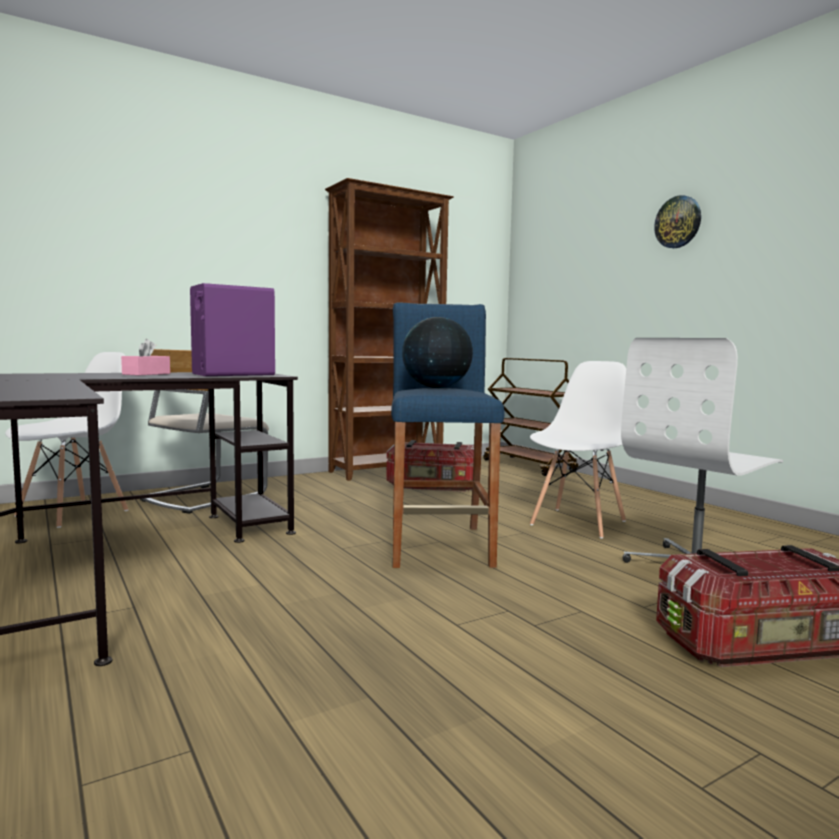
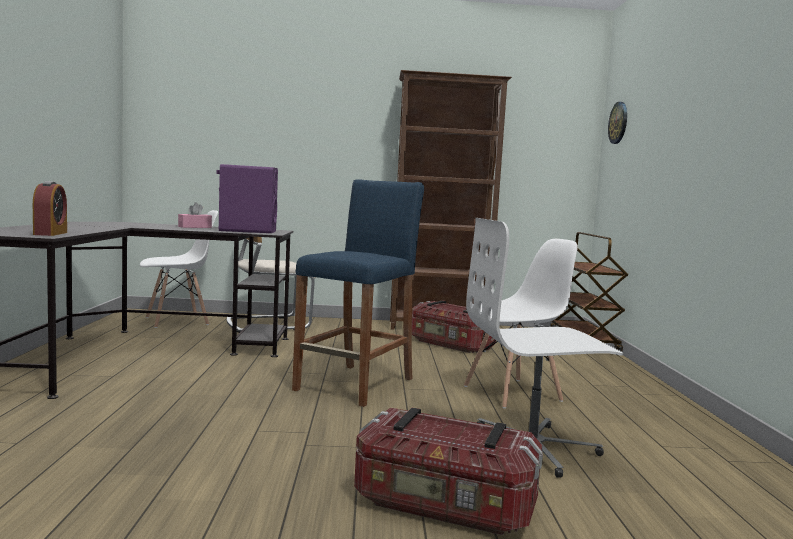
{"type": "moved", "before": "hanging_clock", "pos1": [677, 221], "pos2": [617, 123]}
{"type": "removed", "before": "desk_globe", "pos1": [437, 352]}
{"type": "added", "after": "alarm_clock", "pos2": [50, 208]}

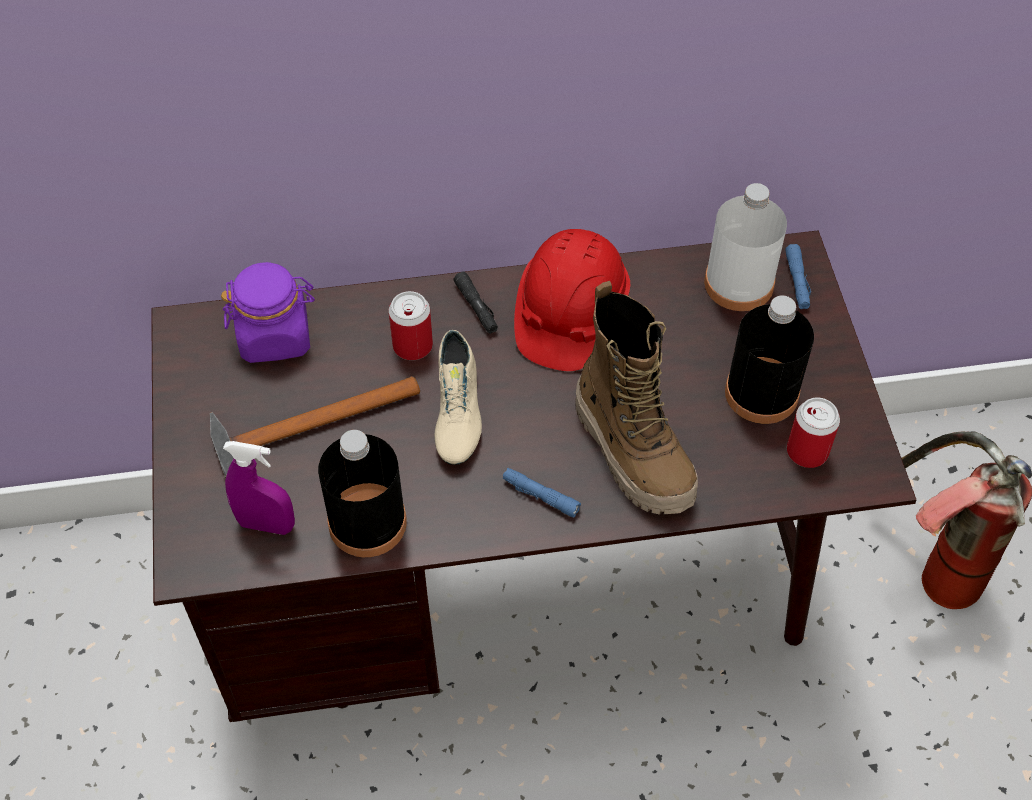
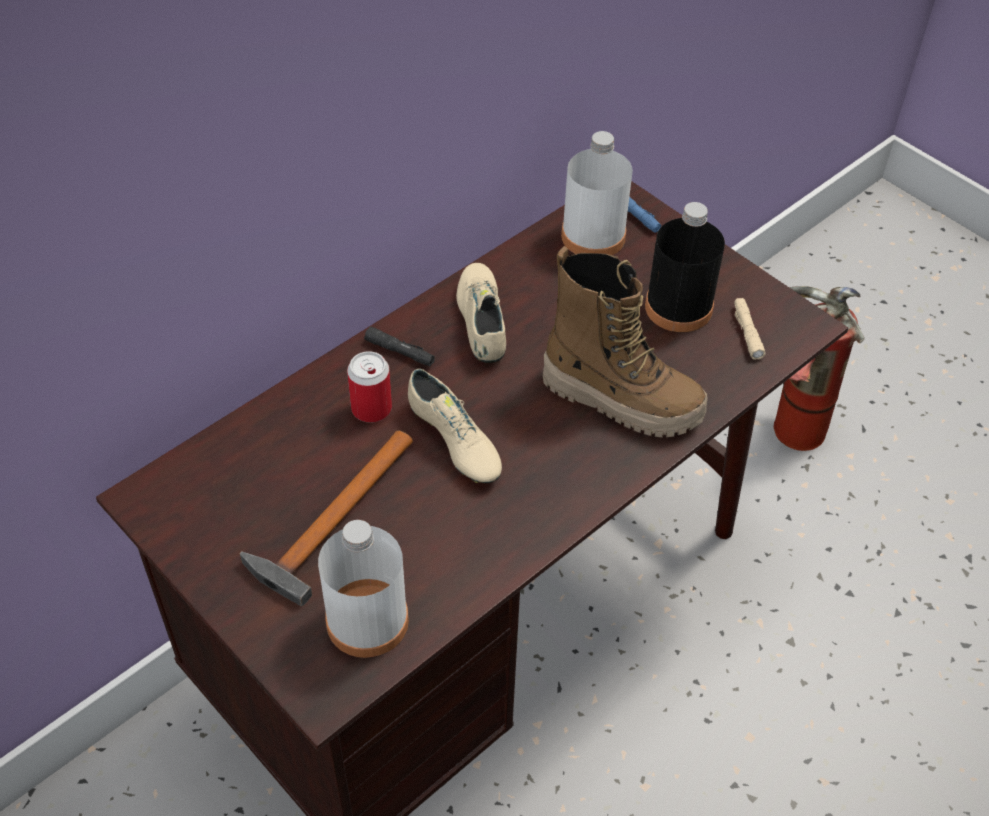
{"type": "replaced", "before": "red_hard_hat", "after": "sand-coloured_low_shoe", "pos1": [572, 300], "pos2": [481, 313]}
{"type": "removed", "before": "purple-coloured_jar", "pos1": [268, 312]}
{"type": "replaced", "before": "can", "after": "sand-coloured_torch", "pos1": [813, 433], "pos2": [750, 329]}
{"type": "removed", "before": "black-coloured_beverage_bottle", "pos1": [362, 493]}
{"type": "replaced", "before": "purple-coloured_sprayer", "after": "white_beverage_bottle", "pos1": [259, 488], "pos2": [363, 589]}
{"type": "removed", "before": "bluish_torch", "pos1": [542, 492]}

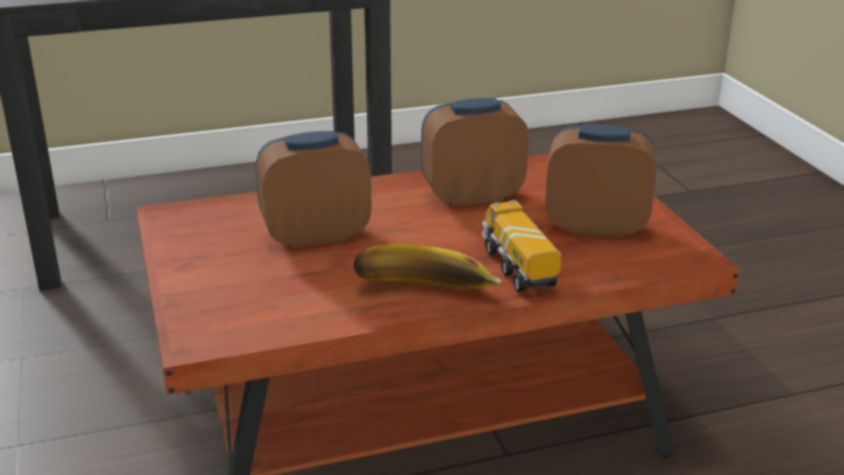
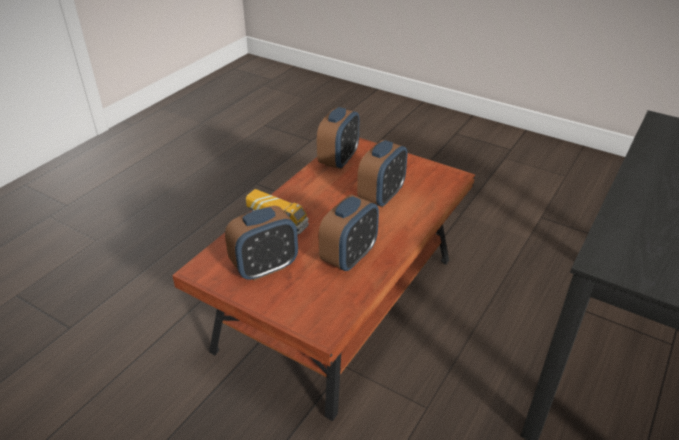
{"type": "removed", "before": "banana", "pos1": [428, 266]}
{"type": "added", "after": "alarm_clock", "pos2": [338, 138]}

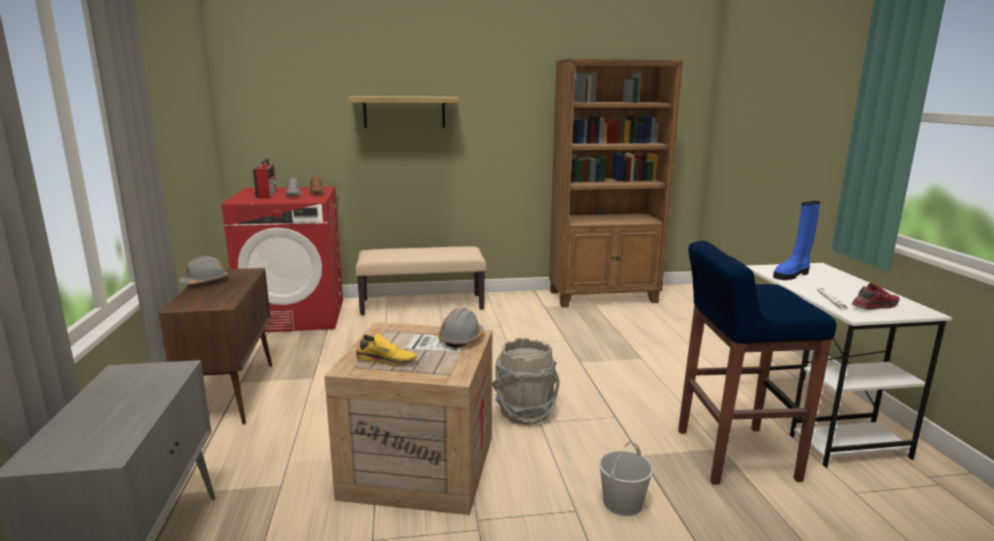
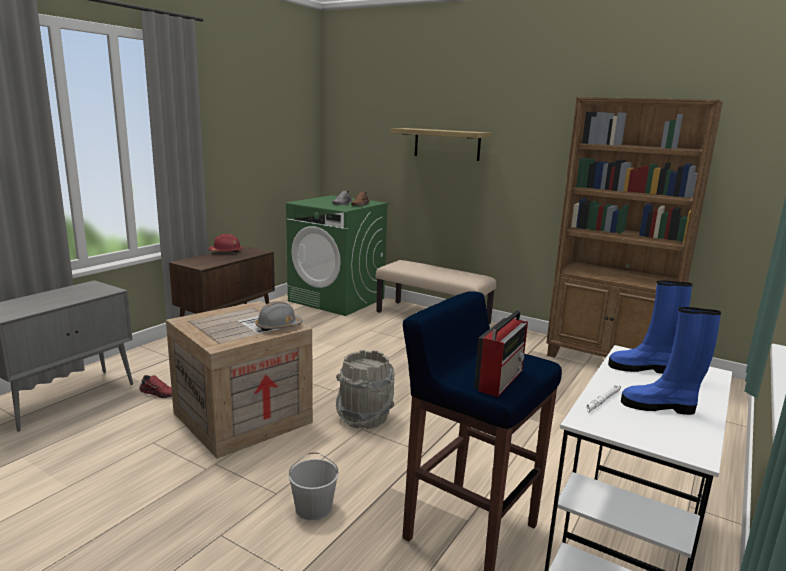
{"type": "moved", "before": "radio", "pos1": [264, 179], "pos2": [501, 353]}
{"type": "recoloured", "before": "red_laundry_appliance", "after": "green_laundry_appliance", "pos1": [282, 259], "pos2": [337, 255]}
{"type": "recoloured", "before": "grey_hard_hat", "after": "red_hard_hat", "pos1": [203, 270], "pos2": [225, 243]}
{"type": "moved", "before": "red_low_shoe", "pos1": [876, 296], "pos2": [155, 386]}
{"type": "removed", "before": "yellow-coloured_low_shoe", "pos1": [386, 350]}
{"type": "added", "after": "bluish_boot", "pos2": [671, 361]}

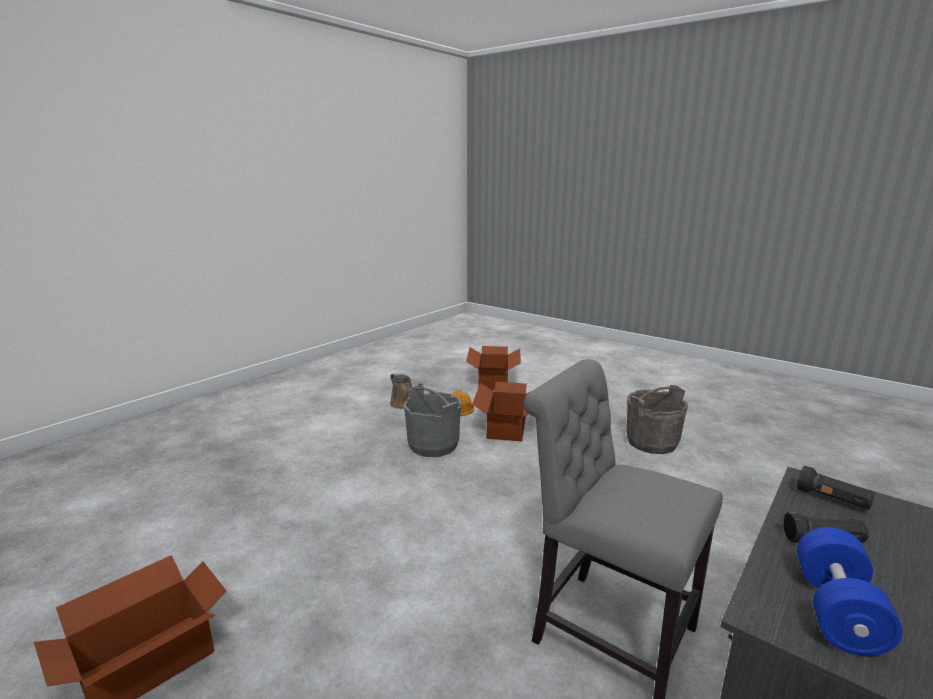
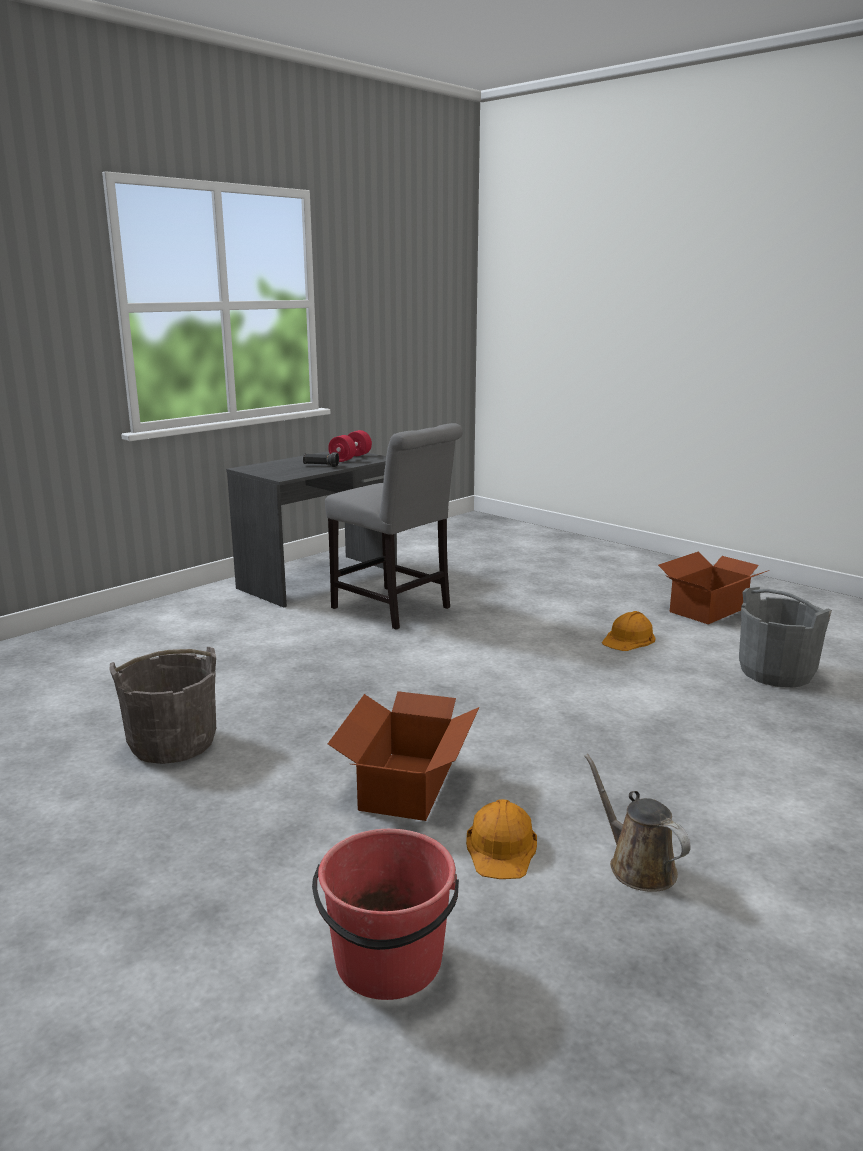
{"type": "replaced", "before": "cardboard_box", "after": "red_pail", "pos1": [493, 368], "pos2": [385, 914]}
{"type": "moved", "before": "grey_pail", "pos1": [432, 421], "pos2": [785, 637]}
{"type": "removed", "before": "black-coloured_torch", "pos1": [836, 488]}
{"type": "recoloured", "before": "bluish_free_weight", "after": "red_free_weight", "pos1": [850, 591], "pos2": [350, 446]}
{"type": "added", "after": "orangey_hard_hat", "pos2": [628, 631]}

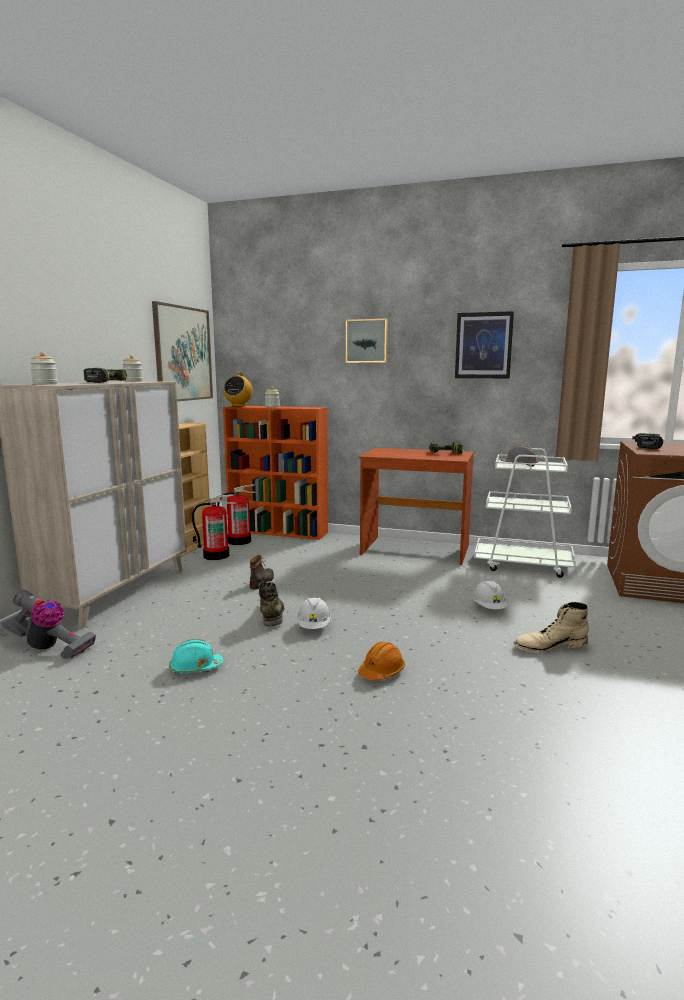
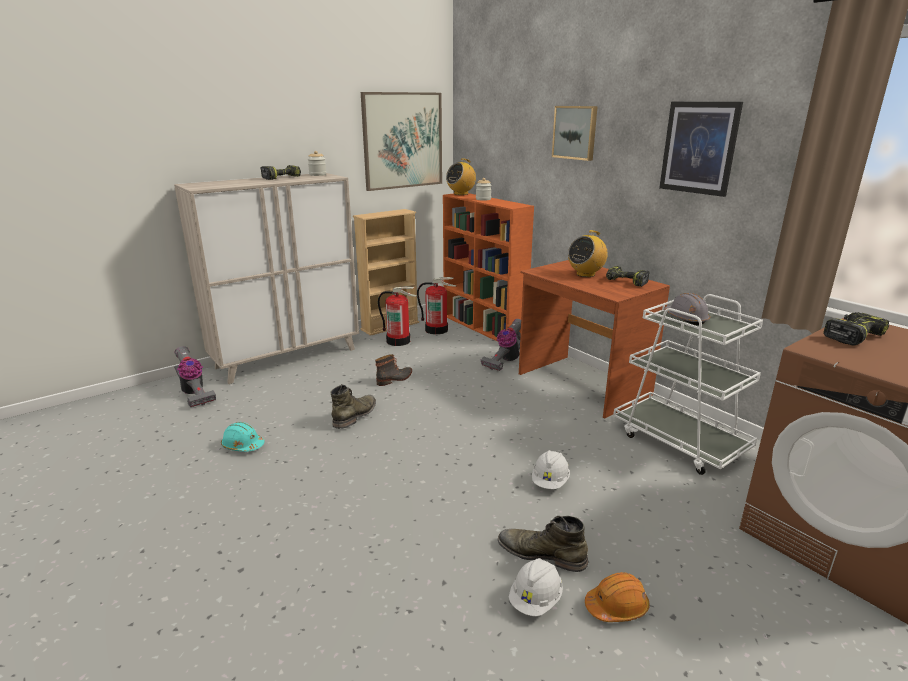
{"type": "removed", "before": "jar", "pos1": [44, 368]}
{"type": "moved", "before": "white_hard_hat", "pos1": [314, 613], "pos2": [536, 587]}
{"type": "recoloured", "before": "sand-coloured_boot", "after": "green_boot", "pos1": [551, 627], "pos2": [543, 544]}
{"type": "moved", "before": "orangey_hard_hat", "pos1": [381, 661], "pos2": [617, 597]}
{"type": "added", "after": "radio", "pos2": [588, 253]}
{"type": "added", "after": "hoover", "pos2": [500, 345]}

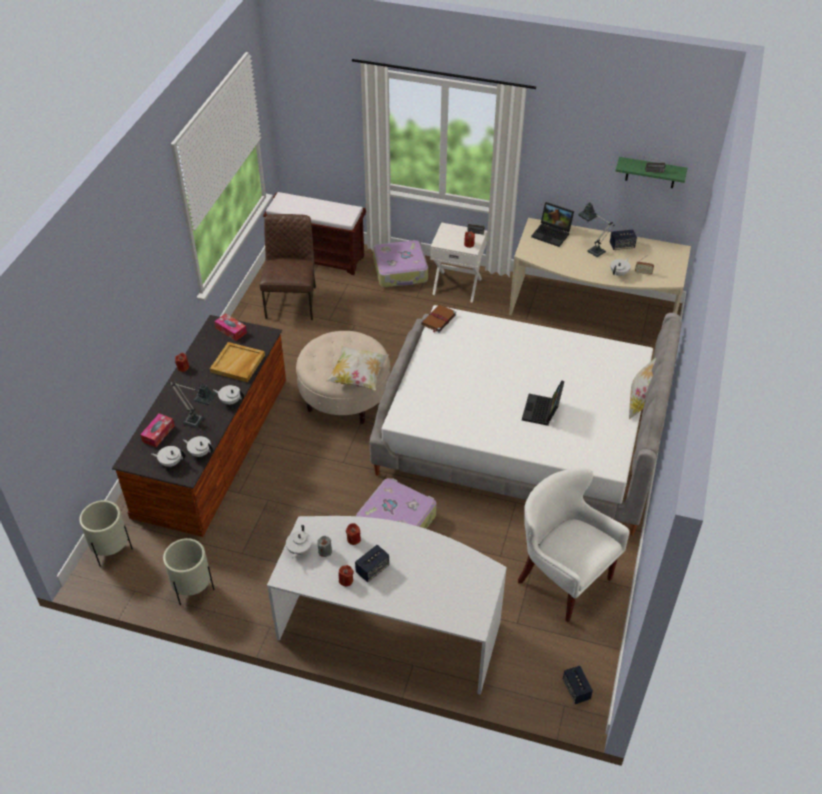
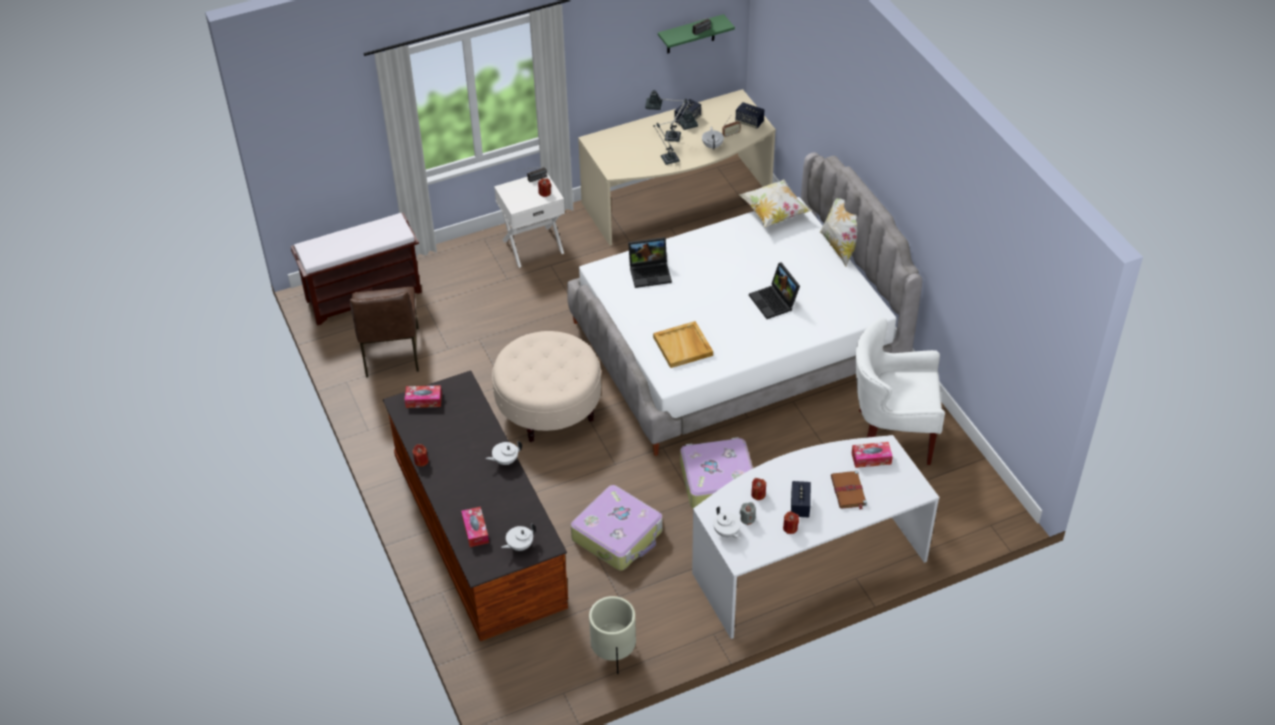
{"type": "moved", "before": "laptop", "pos1": [552, 224], "pos2": [650, 262]}
{"type": "turned", "before": "brown_upright_chair", "pos1": [287, 267], "pos2": [384, 332], "turn": -150}
{"type": "moved", "before": "piece_of_luggage", "pos1": [400, 263], "pos2": [617, 528]}
{"type": "moved", "before": "brown_book", "pos1": [438, 319], "pos2": [849, 490]}
{"type": "moved", "before": "sand-coloured_tray", "pos1": [237, 362], "pos2": [683, 344]}
{"type": "moved", "before": "cushion", "pos1": [357, 368], "pos2": [775, 203]}
{"type": "moved", "before": "lamp_for_a_table", "pos1": [192, 404], "pos2": [675, 136]}
{"type": "removed", "before": "white_teapot", "pos1": [198, 446]}
{"type": "removed", "before": "sand-coloured_planter", "pos1": [106, 533]}
{"type": "moved", "before": "audio_speaker", "pos1": [578, 685], "pos2": [749, 115]}
{"type": "added", "after": "tissue_holder", "pos2": [872, 455]}

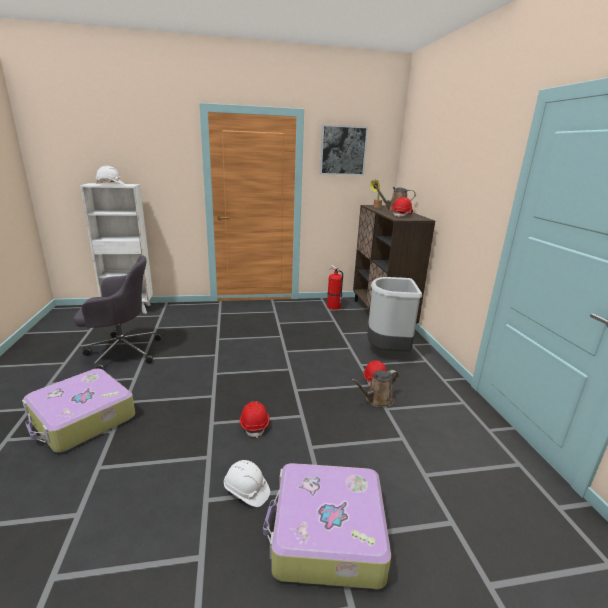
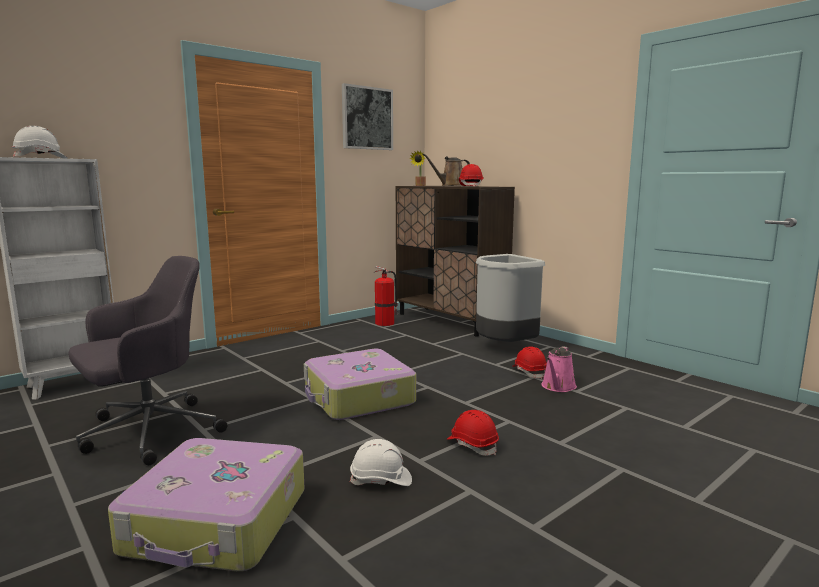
{"type": "recoloured", "before": "brown_watering_can", "after": "pink-coloured_watering_can", "pos1": [375, 388], "pos2": [559, 369]}
{"type": "moved", "before": "white_hard_hat", "pos1": [247, 483], "pos2": [381, 462]}
{"type": "moved", "before": "piece_of_luggage", "pos1": [327, 526], "pos2": [360, 384]}

